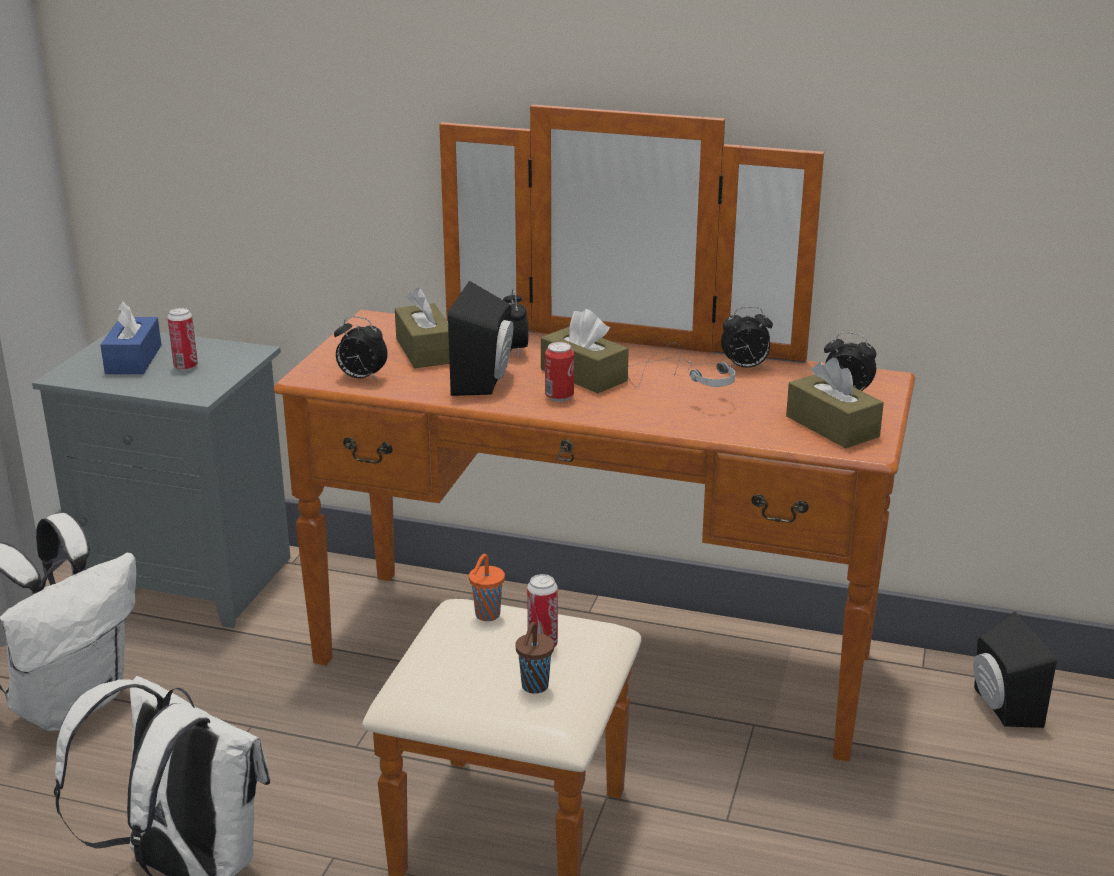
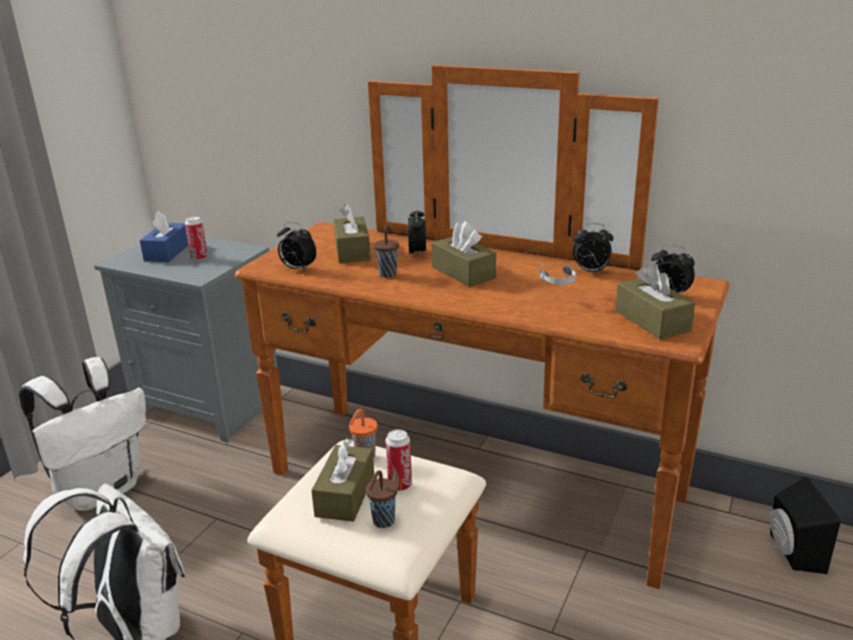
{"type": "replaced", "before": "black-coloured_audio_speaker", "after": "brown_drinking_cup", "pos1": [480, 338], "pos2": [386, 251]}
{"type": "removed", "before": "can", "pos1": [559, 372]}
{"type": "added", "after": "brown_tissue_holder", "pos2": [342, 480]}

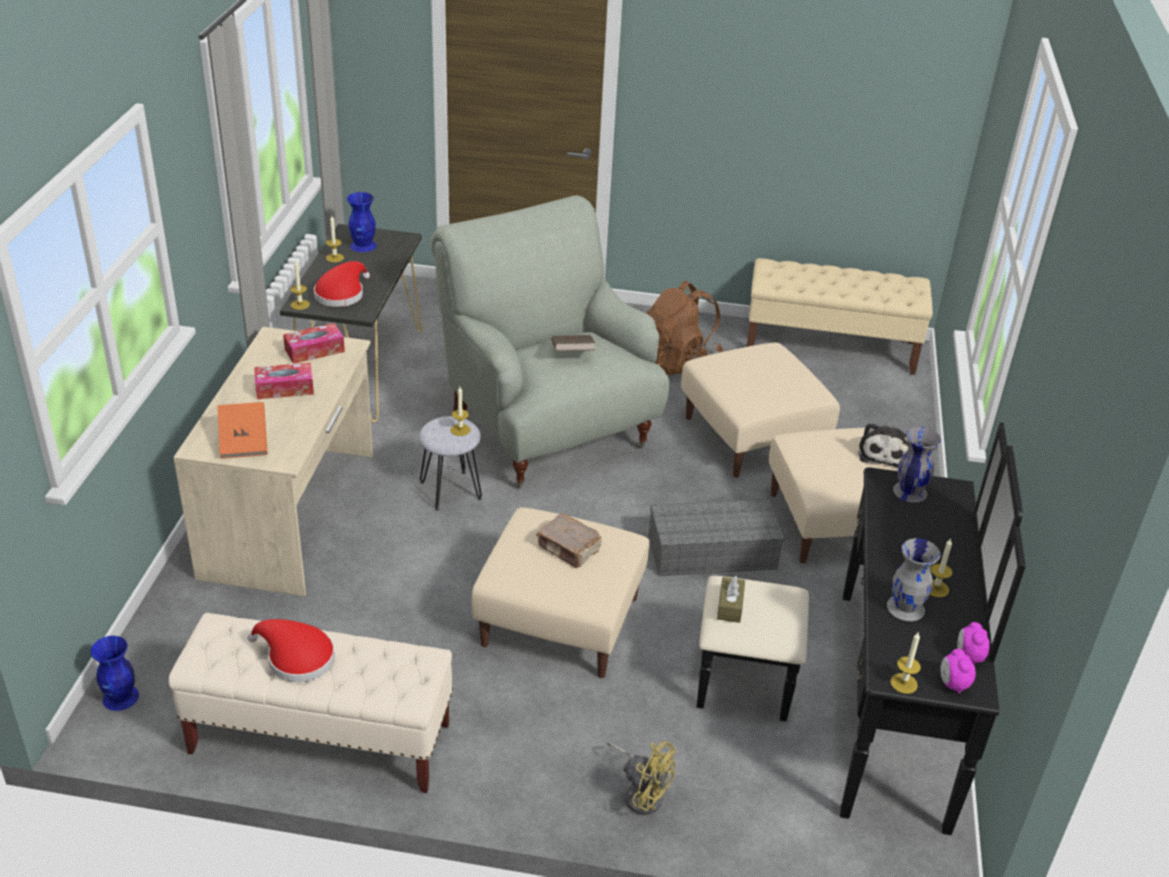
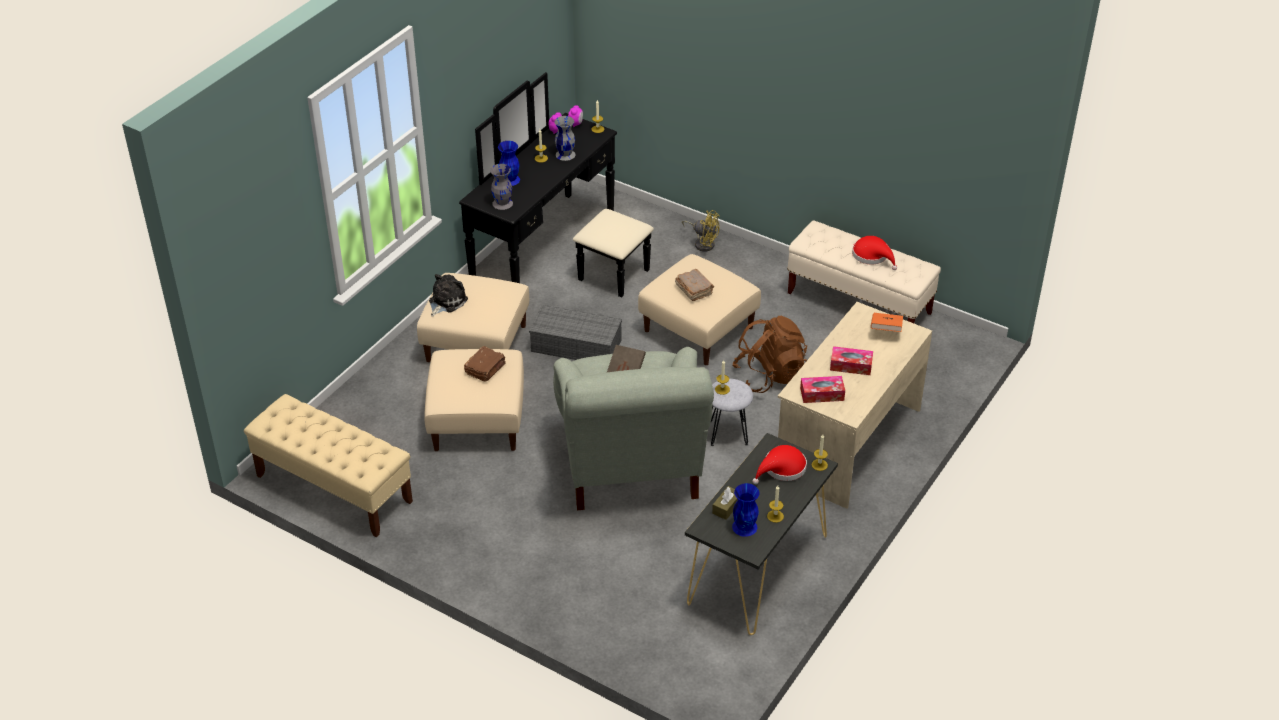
{"type": "moved", "before": "brown_backpack", "pos1": [685, 328], "pos2": [770, 354]}
{"type": "moved", "before": "brown_tissue_holder", "pos1": [731, 599], "pos2": [725, 503]}
{"type": "moved", "before": "bluish_decorative_vase", "pos1": [114, 673], "pos2": [509, 163]}
{"type": "turned", "before": "yellow-coloured_fan", "pos1": [642, 778], "pos2": [700, 231], "turn": 150}
{"type": "added", "after": "brown_book", "pos2": [485, 364]}

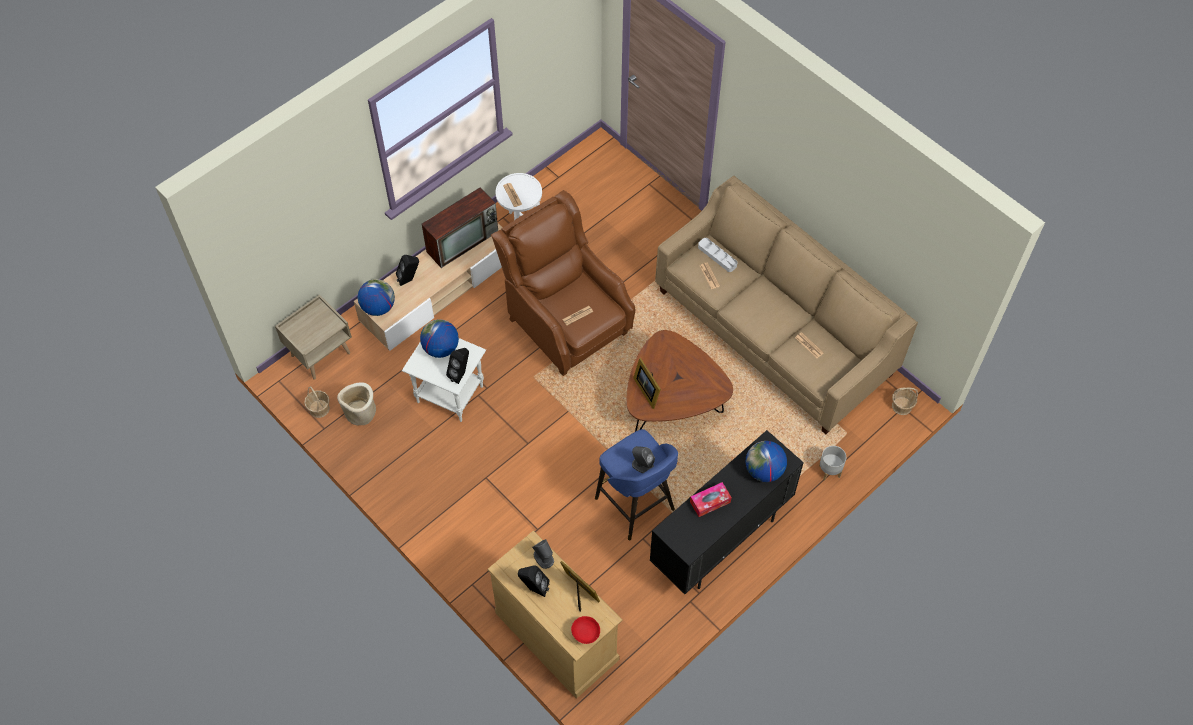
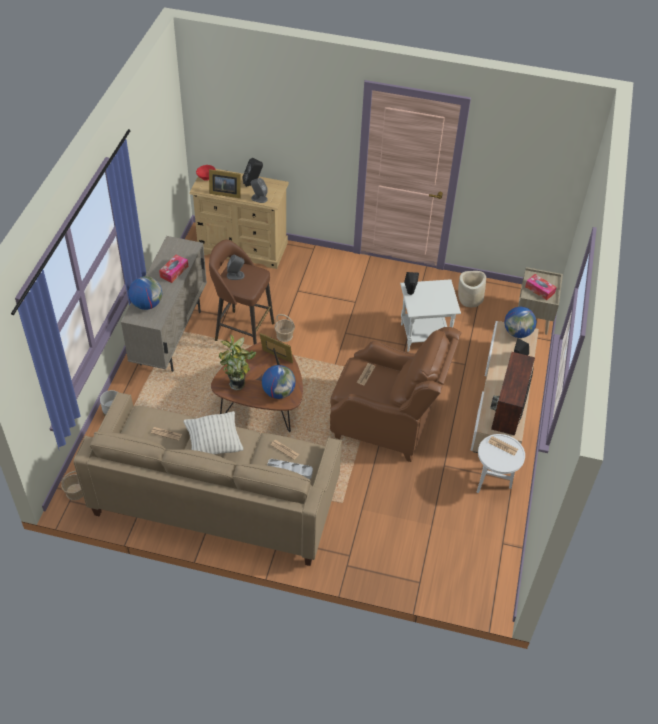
{"type": "moved", "before": "desk_globe", "pos1": [439, 338], "pos2": [279, 382]}
{"type": "moved", "before": "basket", "pos1": [317, 402], "pos2": [284, 328]}
{"type": "recoloured", "before": "bluish_sitting_stool", "after": "brown_sitting_stool", "pos1": [636, 484], "pos2": [242, 292]}
{"type": "recoloured", "before": "black-coloured_cabinet", "after": "sand-coloured_cabinet", "pos1": [727, 512], "pos2": [164, 304]}
{"type": "added", "after": "tissue_holder", "pos2": [540, 287]}
{"type": "added", "after": "potted_plant", "pos2": [237, 362]}
{"type": "added", "after": "cushion", "pos2": [213, 433]}

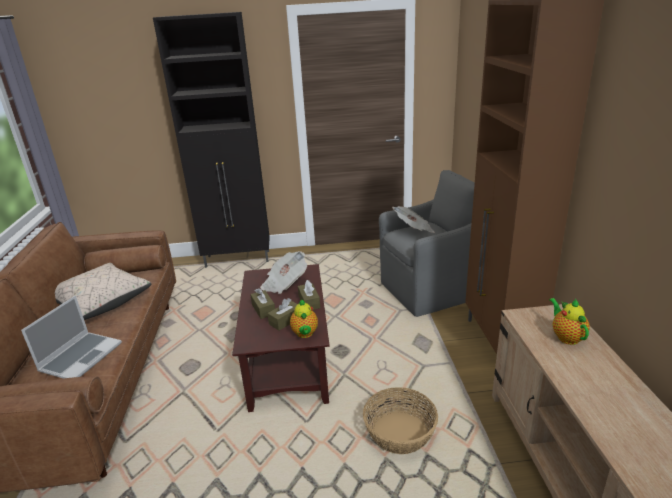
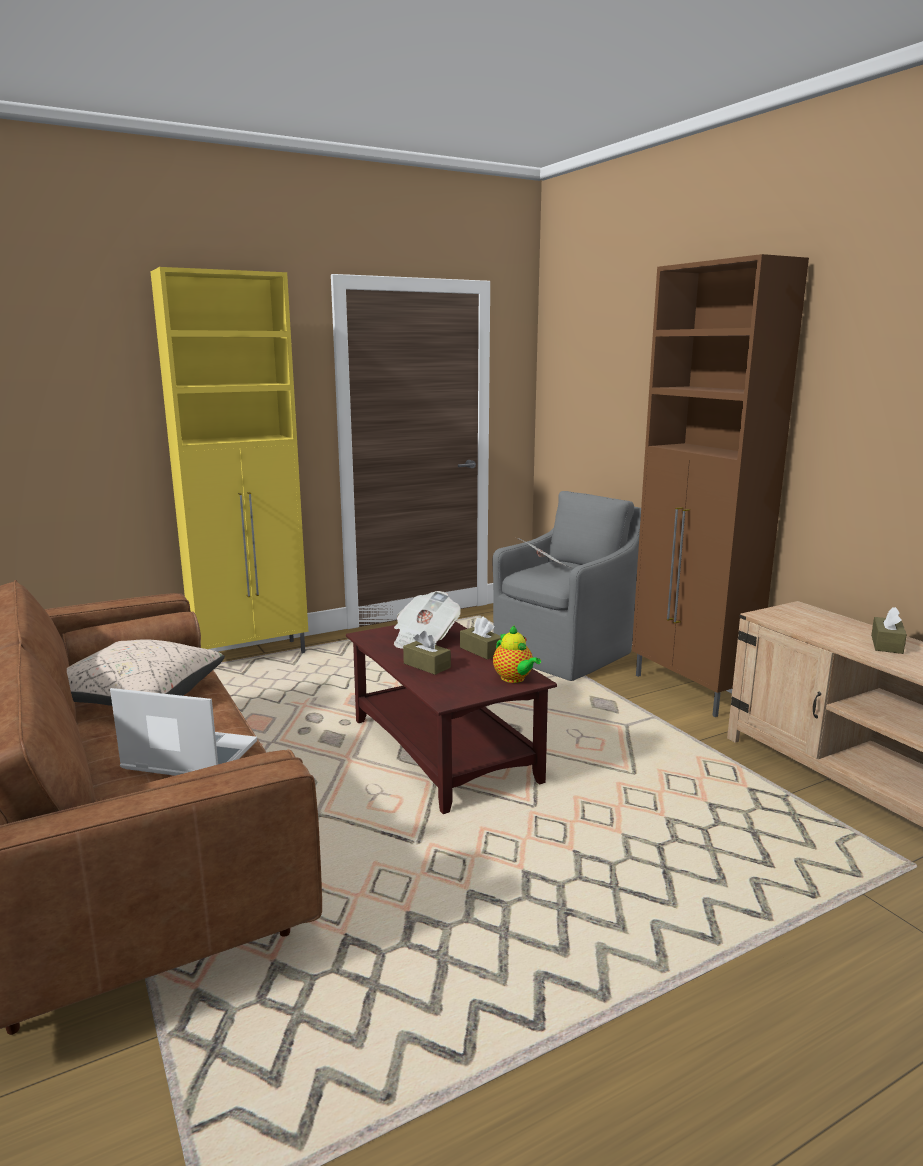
{"type": "recoloured", "before": "black-coloured_cabinet", "after": "yellow-coloured_cabinet", "pos1": [211, 140], "pos2": [229, 460]}
{"type": "turned", "before": "laptop", "pos1": [71, 337], "pos2": [183, 732], "turn": -75}
{"type": "moved", "before": "brown_tissue_holder", "pos1": [282, 314], "pos2": [889, 630]}
{"type": "removed", "before": "teapot", "pos1": [569, 321]}
{"type": "removed", "before": "basket", "pos1": [400, 420]}

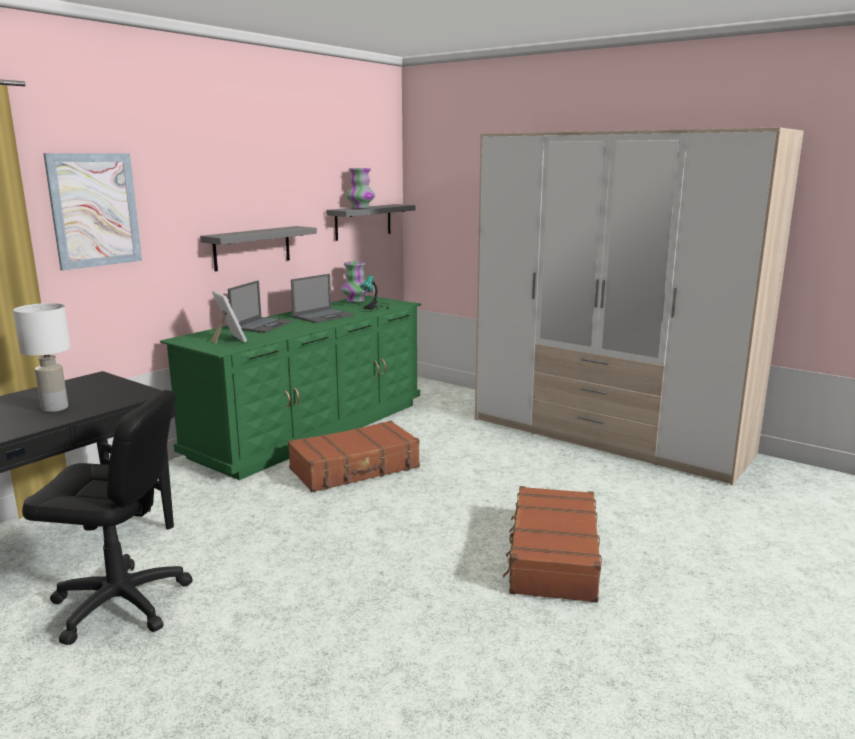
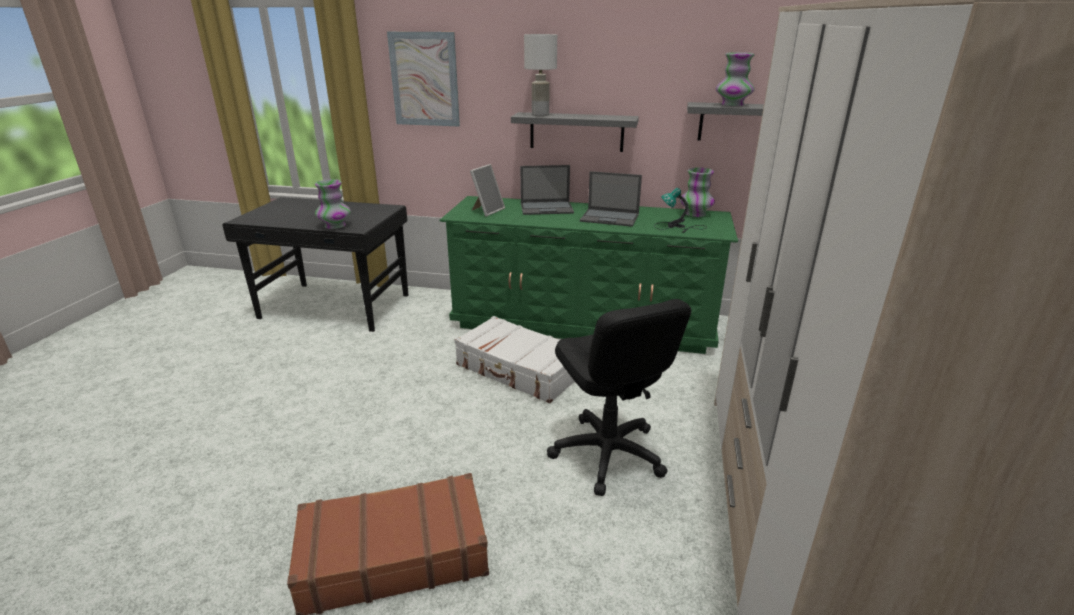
{"type": "moved", "before": "white_lamp_for_a_table", "pos1": [42, 357], "pos2": [540, 75]}
{"type": "moved", "before": "black-coloured_desk_chair", "pos1": [107, 517], "pos2": [619, 397]}
{"type": "recoloured", "before": "brown_piece_of_luggage", "after": "white_piece_of_luggage", "pos1": [354, 456], "pos2": [515, 359]}
{"type": "added", "after": "decorative_vase", "pos2": [333, 204]}

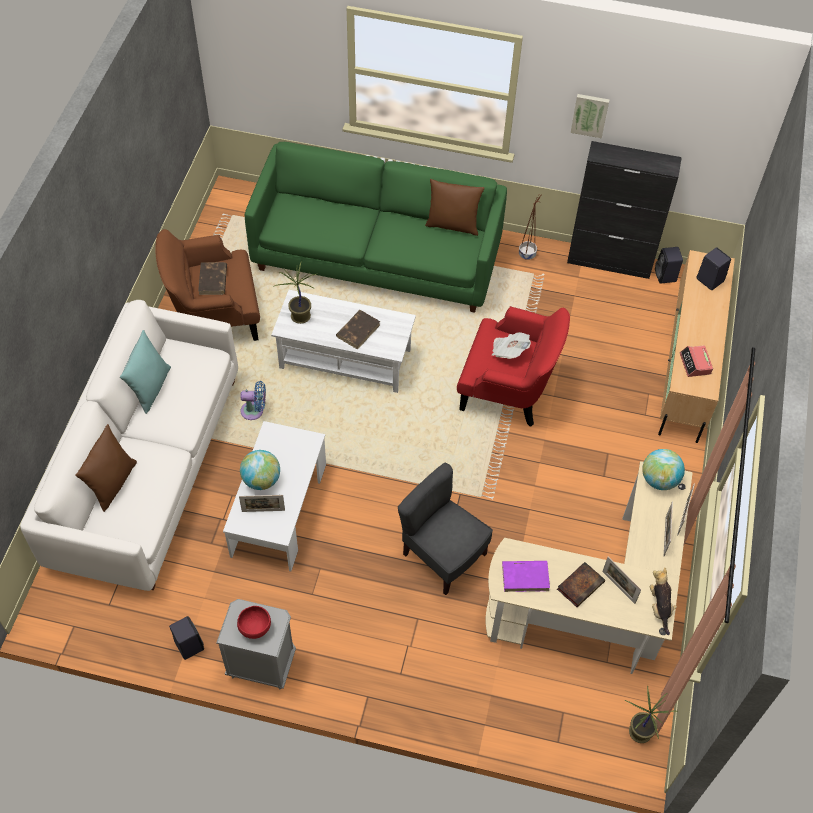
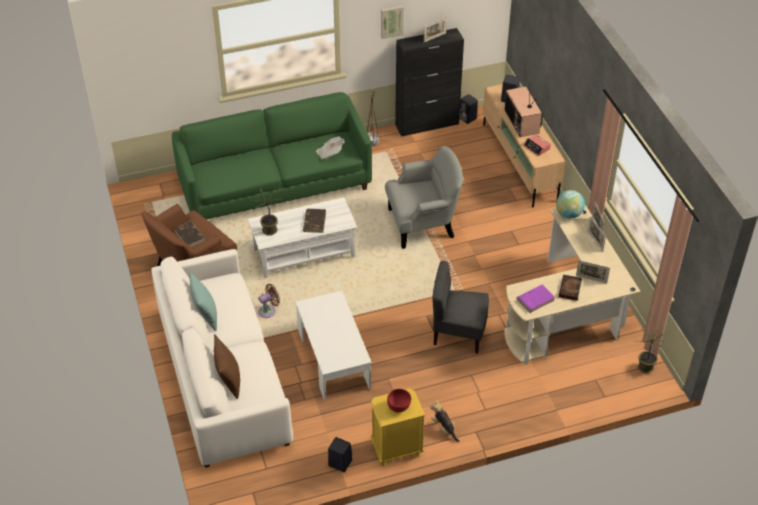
{"type": "removed", "before": "brown_cushion", "pos1": [455, 207]}
{"type": "recoloured", "before": "red_easy_chair", "after": "grey_easy_chair", "pos1": [513, 366], "pos2": [424, 197]}
{"type": "moved", "before": "daily_paper", "pos1": [511, 345], "pos2": [330, 148]}
{"type": "recoloured", "before": "bluish_fan", "after": "brown_fan", "pos1": [253, 400], "pos2": [269, 301]}
{"type": "removed", "before": "desk_globe", "pos1": [260, 470]}
{"type": "moved", "before": "picture_frame", "pos1": [262, 503], "pos2": [435, 29]}
{"type": "moved", "before": "plush_toy", "pos1": [663, 601], "pos2": [444, 421]}
{"type": "recoloured", "before": "grey_night_table", "after": "yellow-coloured_night_table", "pos1": [256, 644], "pos2": [397, 427]}
{"type": "added", "after": "TV_set", "pos2": [524, 109]}

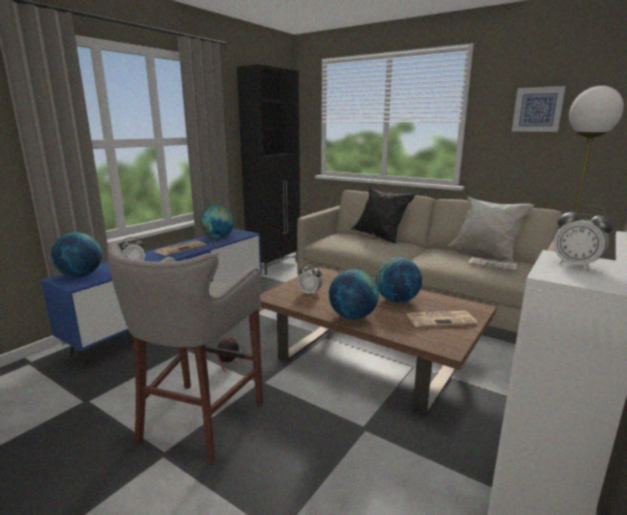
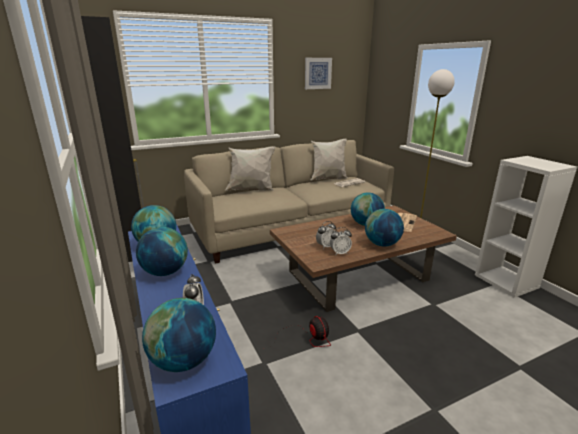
{"type": "recoloured", "before": "black-coloured_cushion", "after": "white_cushion", "pos1": [383, 215], "pos2": [250, 168]}
{"type": "moved", "before": "alarm_clock", "pos1": [583, 237], "pos2": [341, 241]}
{"type": "replaced", "before": "daily_paper", "after": "desk_globe", "pos1": [180, 248], "pos2": [162, 251]}
{"type": "removed", "before": "grey_sitting_stool", "pos1": [185, 353]}

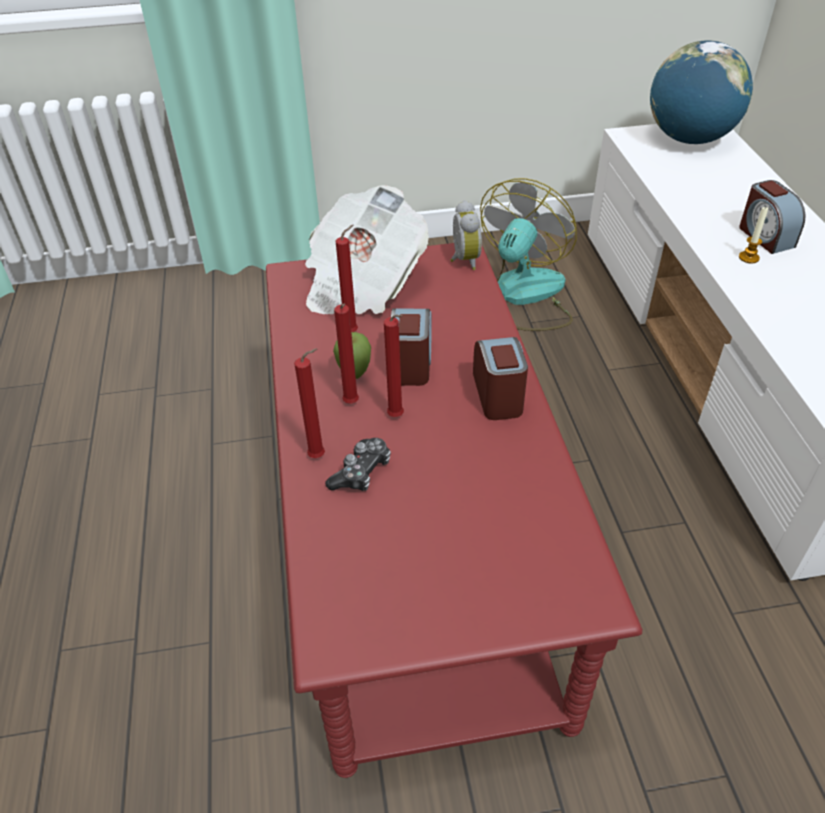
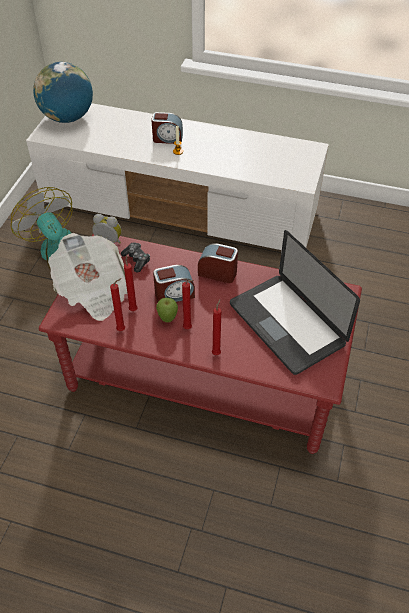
{"type": "turned", "before": "alarm_clock", "pos1": [411, 347], "pos2": [174, 283], "turn": 135}
{"type": "moved", "before": "red_wax_light", "pos1": [394, 365], "pos2": [117, 304]}
{"type": "moved", "before": "game_controller", "pos1": [358, 464], "pos2": [135, 257]}
{"type": "added", "after": "laptop", "pos2": [295, 302]}

